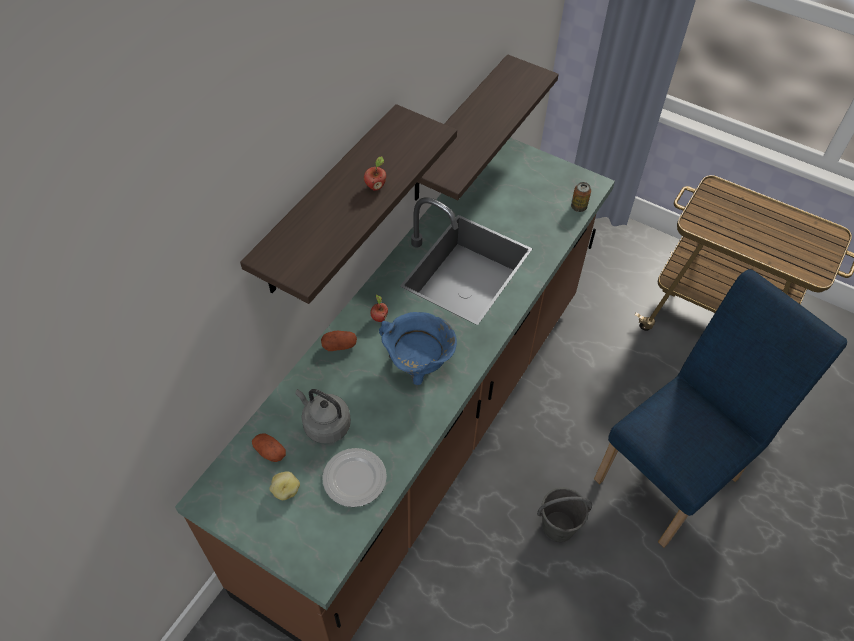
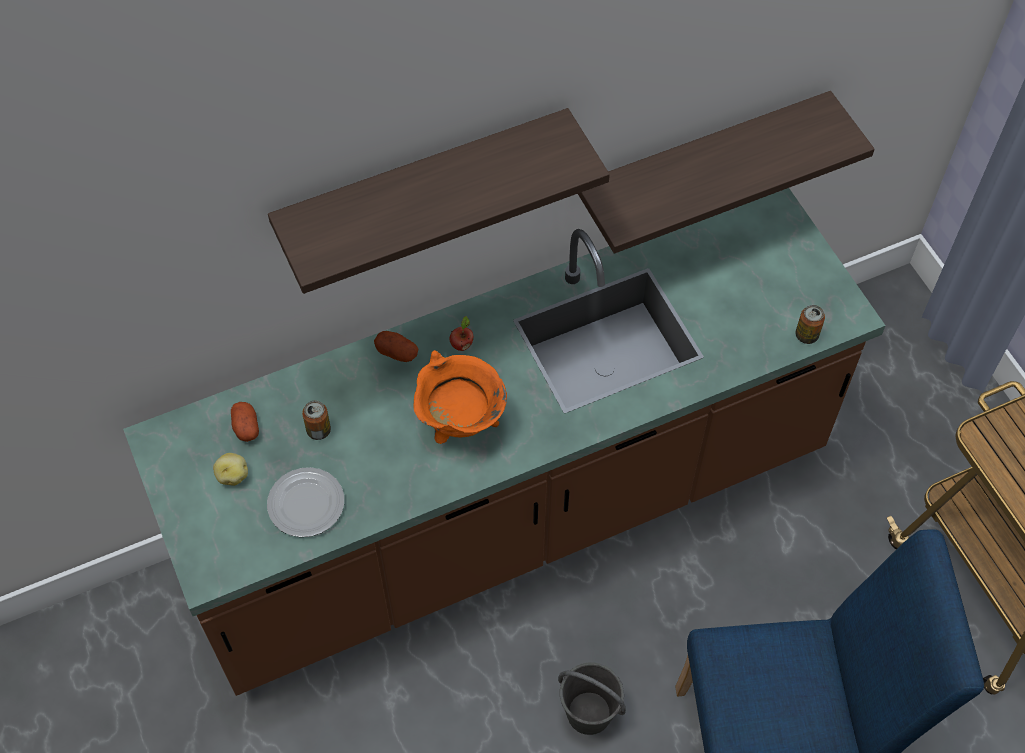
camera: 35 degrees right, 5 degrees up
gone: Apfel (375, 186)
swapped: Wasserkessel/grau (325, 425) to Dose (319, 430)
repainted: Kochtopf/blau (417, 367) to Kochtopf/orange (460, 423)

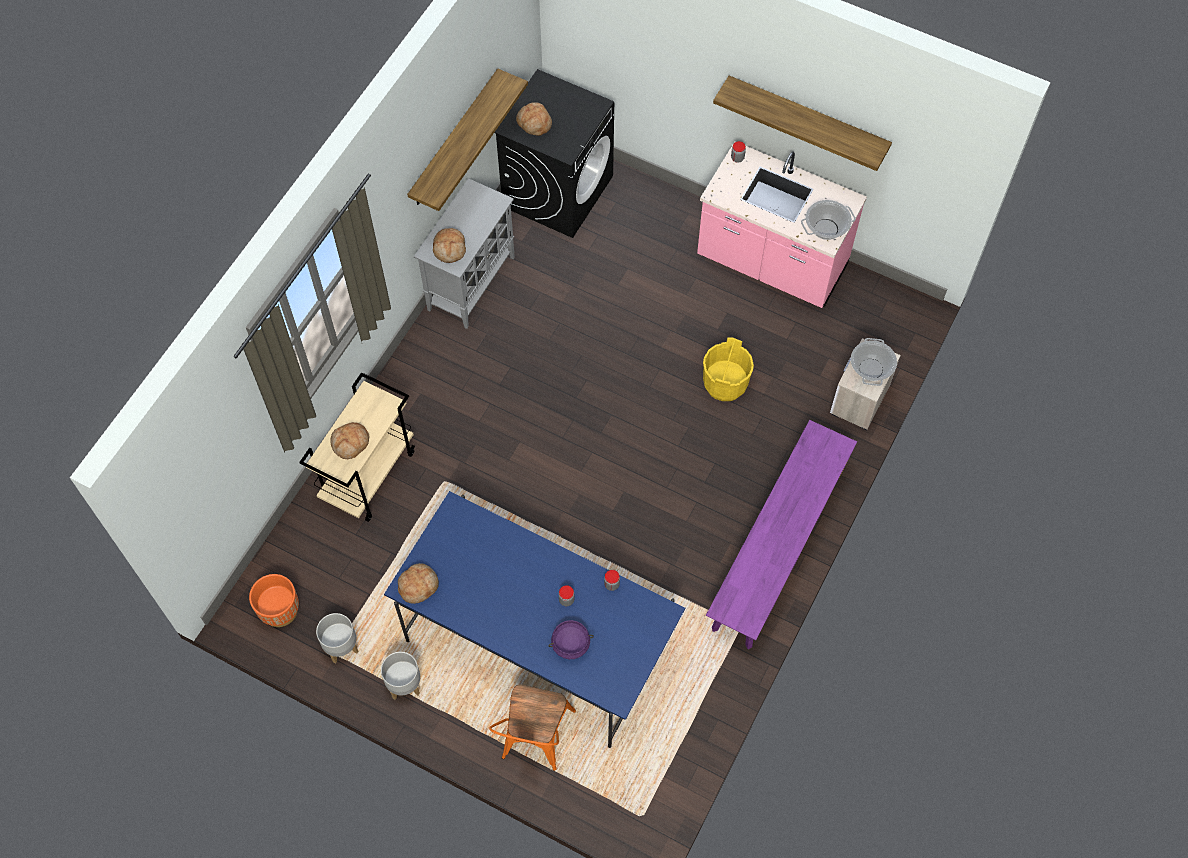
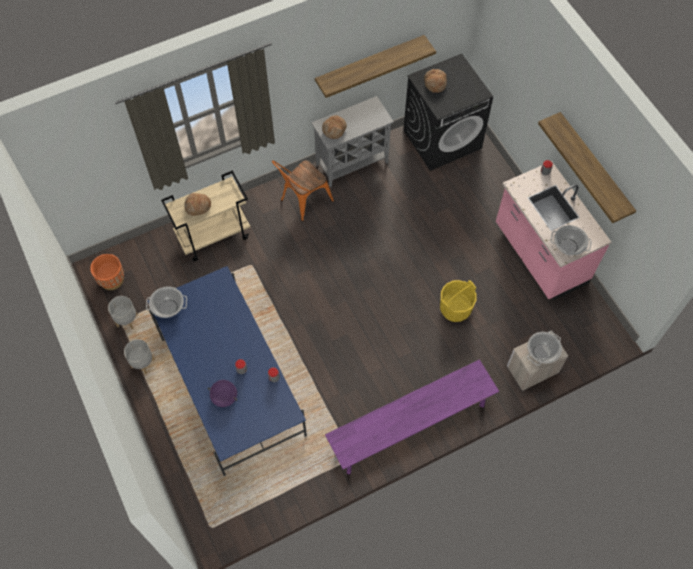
camera: 35 degrees right, 0 degrees up
shifted: Stuhl/orange (534, 740) to (303, 202)
swapped: Brot (418, 585) to Kochtopf (168, 307)

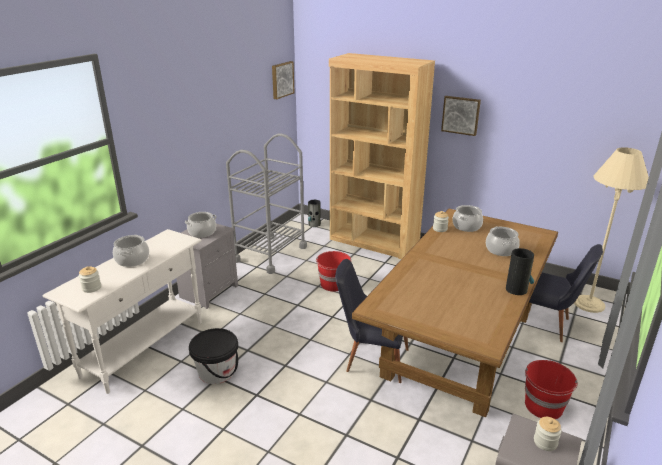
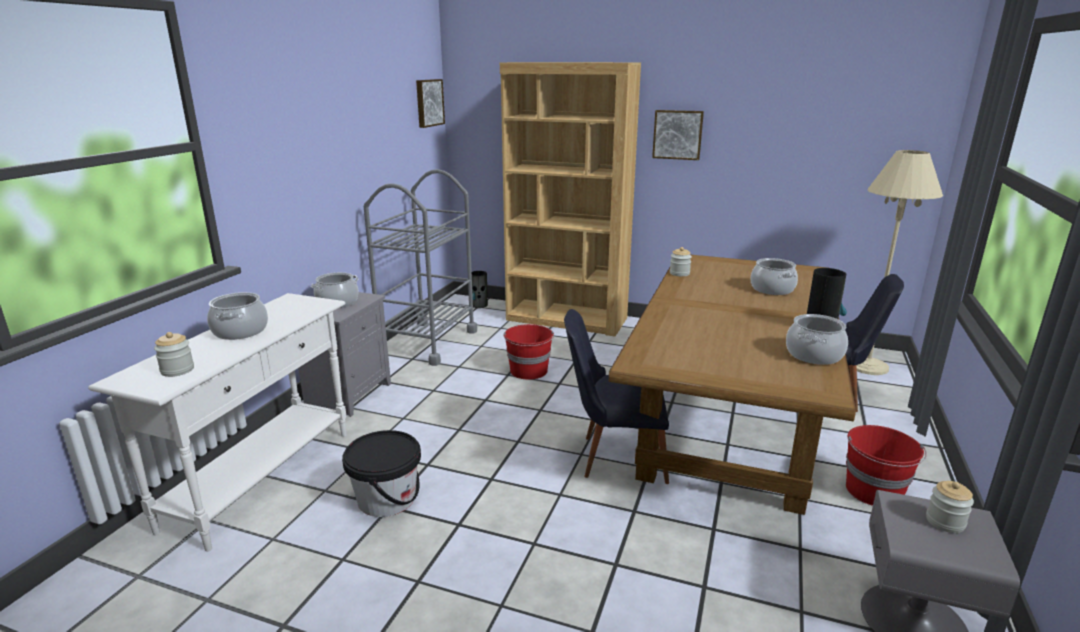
camera: 10 degrees left, 5 degrees down
shifted: Kochtopf (466, 226) to (813, 355)

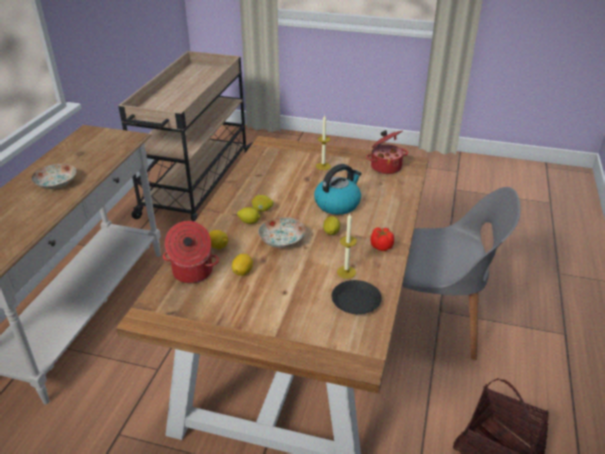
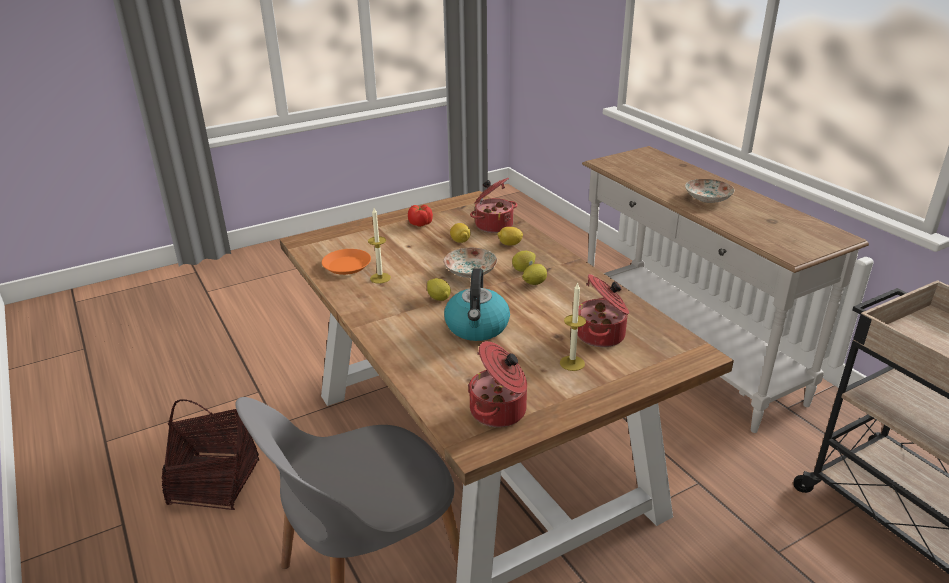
camera: 135 degrees right, 5 degrees down
new: Kochtopf (602, 335)
shifted: Tomate (381, 246) to (420, 224)
repainted: Teller/schwarz (355, 301) to Teller/orange (347, 265)

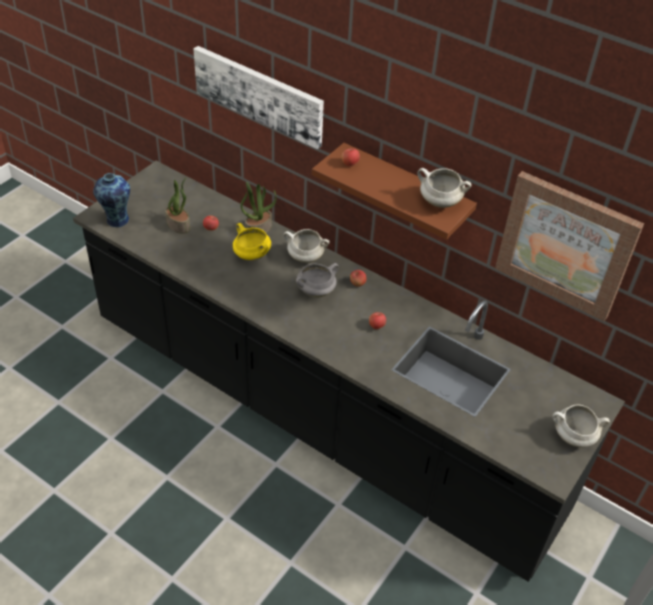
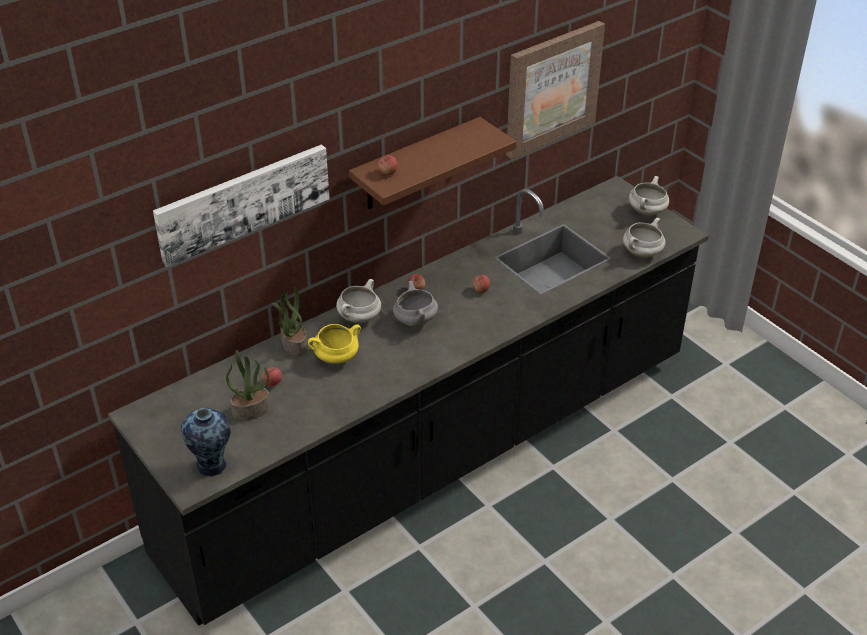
camera: 70 degrees left, 5 degrees down
shifted: Kochtopf/weiß (439, 202) to (642, 253)

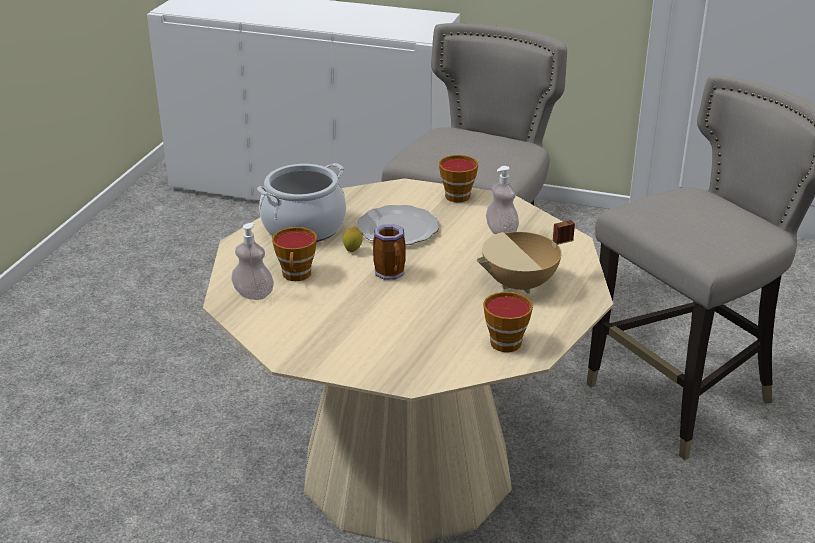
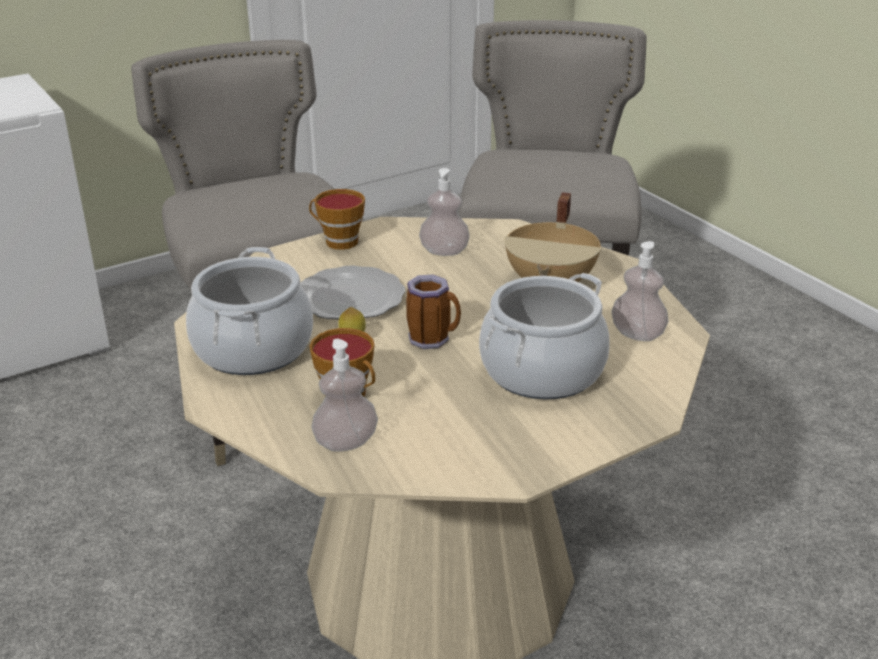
camera: 50 degrees left, 0 degrees up
new: Kochtopf (541, 370)
swapped: Tasse (504, 340) to Seifenspender (637, 334)

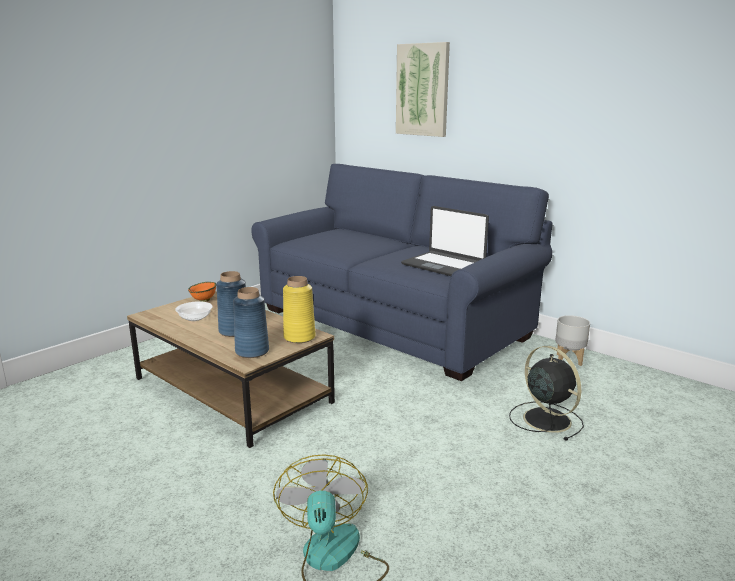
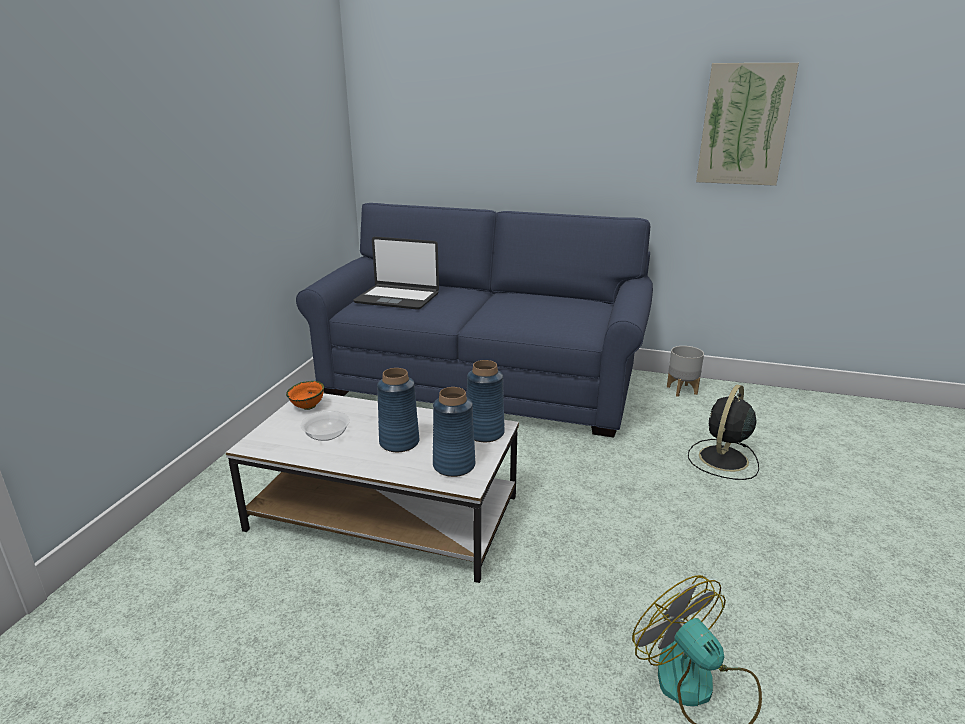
camera: 25 degrees left, 5 degrees up
shifted: Bild (422, 90) to (744, 125); Laptop (443, 265) to (397, 298)
repainted: Couchtisch/braun (233, 390) to Couchtisch/weiß (386, 513); Vase/gelb (299, 337) to Vase/blau (484, 433)
rotated: Ventilator/schwarz (545, 419) = (722, 459) 90 degrees counterclockwise

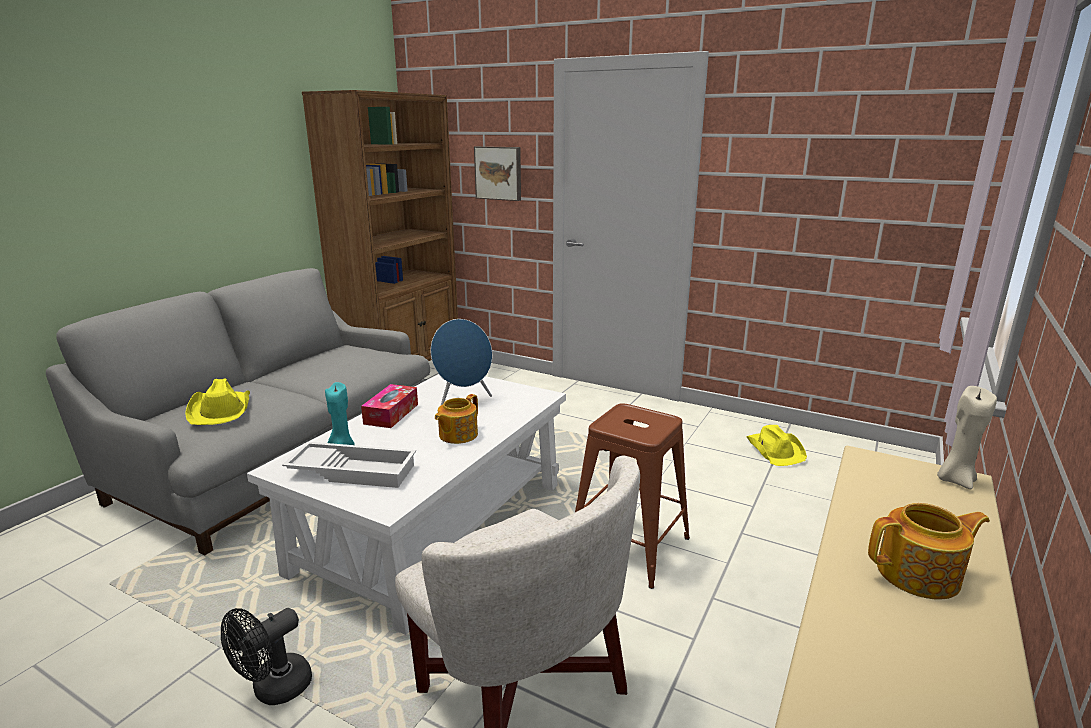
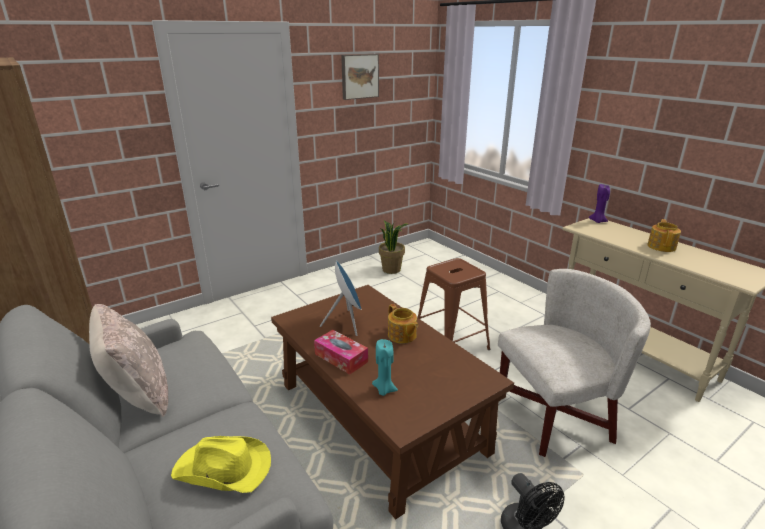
camera: 65 degrees left, 5 degrees up
gone: Tablett/weiß (354, 470)
new: Kissen/beige (138, 394)
shifted: Bild (499, 173) to (359, 76)
swapped: Hut/gelb (775, 450) to Topfpflanze (392, 269)
repainted: Couchtisch/weiß (433, 525) to Couchtisch/braun (379, 417); Kerze/beige (955, 480) to Kerze/lila (597, 221)

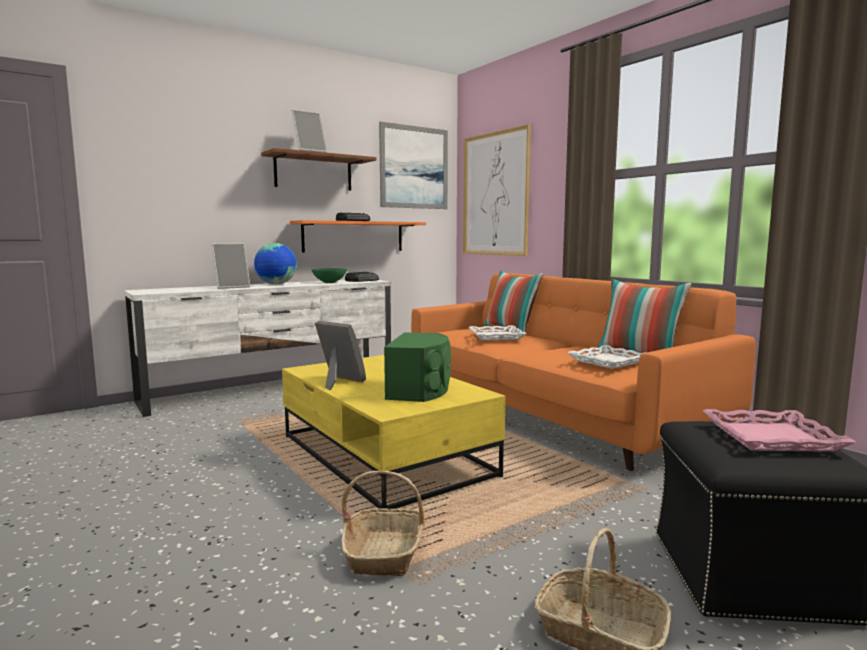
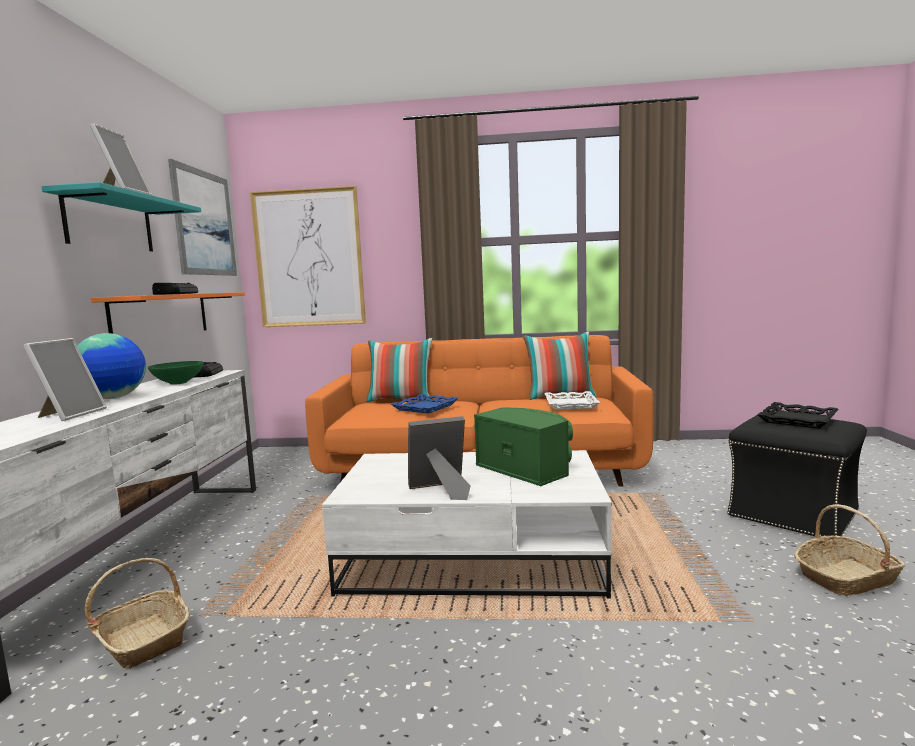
camera: 50 degrees left, 0 degrees up
shifted: Korb (385, 552) to (143, 640)
repainted: Wandregal/braun (313, 172) to Wandregal/türkis (110, 223); Couchtisch/gelb (386, 456) to Couchtisch/weiß (474, 558); Tablett/weiß (496, 336) to Tablett/blau (425, 407); Tablett/rosa (772, 438) to Tablett/schwarz (798, 420)

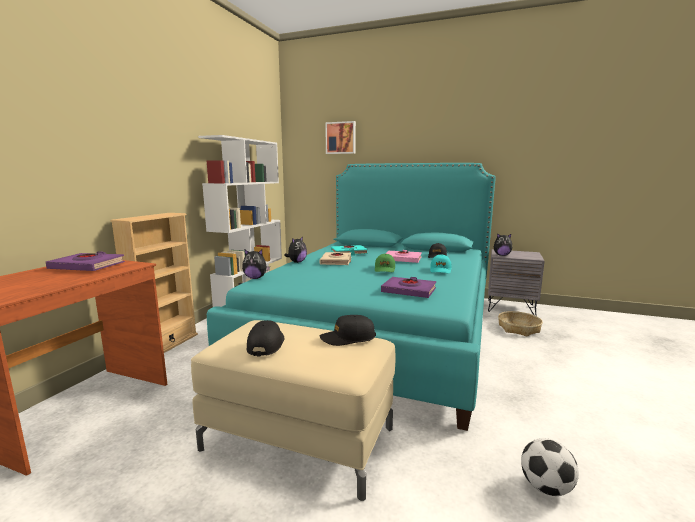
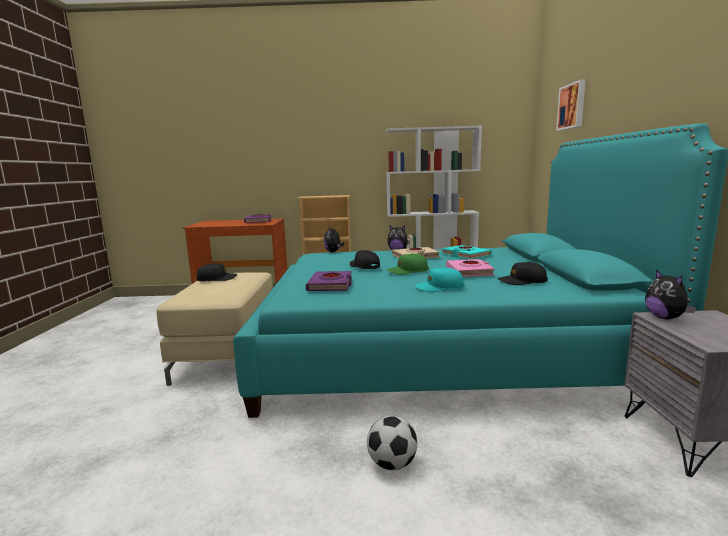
camera: 70 degrees right, 0 degrees up
gone: Korb (519, 328)
shifted: Kappe/schwarz (348, 338) to (364, 266); Fußball (546, 487) to (392, 464)

